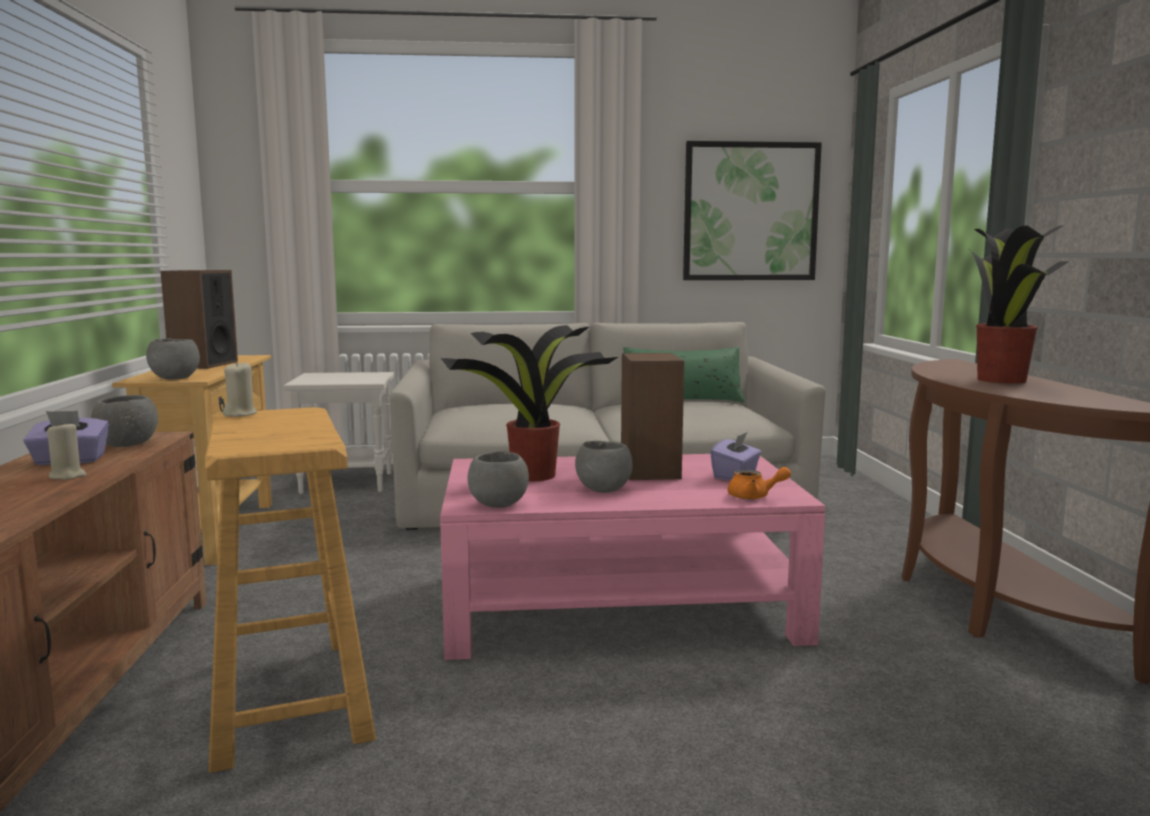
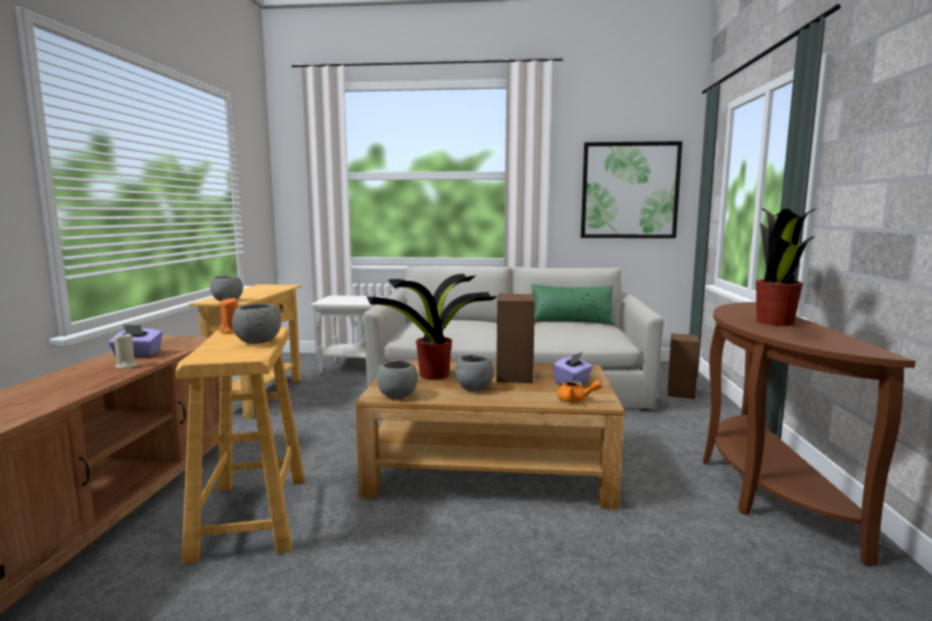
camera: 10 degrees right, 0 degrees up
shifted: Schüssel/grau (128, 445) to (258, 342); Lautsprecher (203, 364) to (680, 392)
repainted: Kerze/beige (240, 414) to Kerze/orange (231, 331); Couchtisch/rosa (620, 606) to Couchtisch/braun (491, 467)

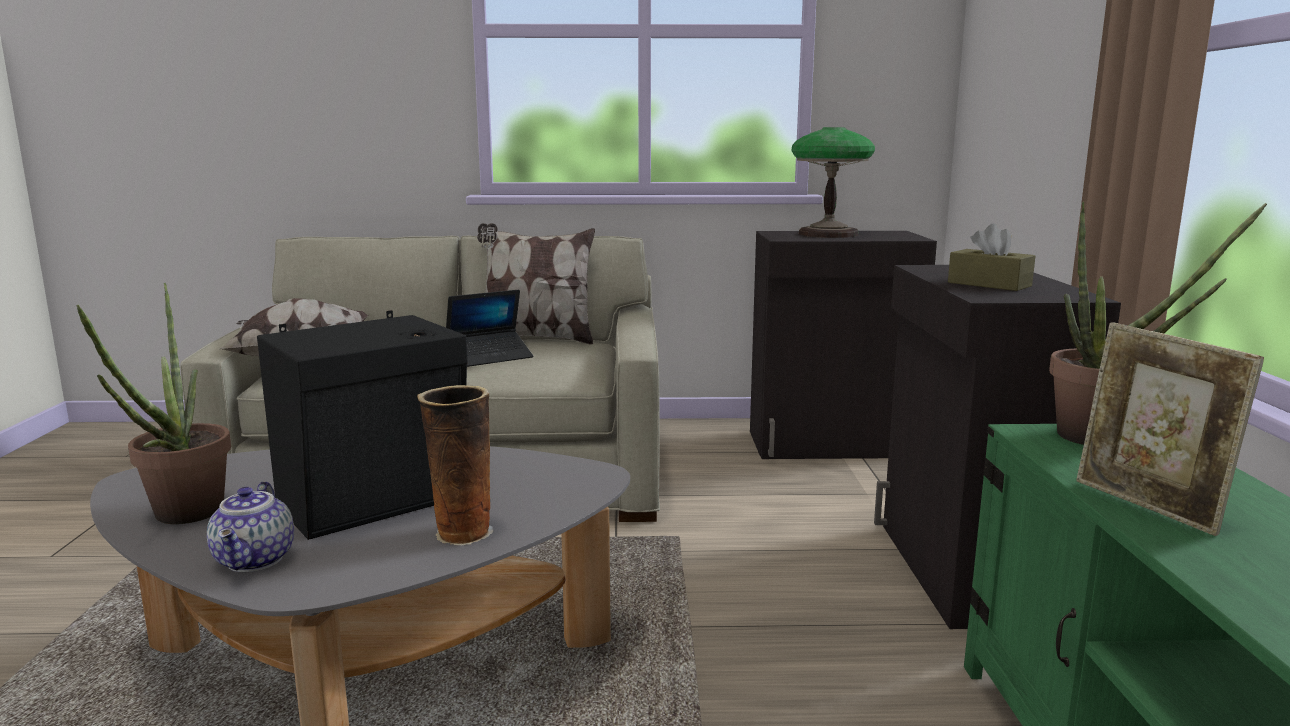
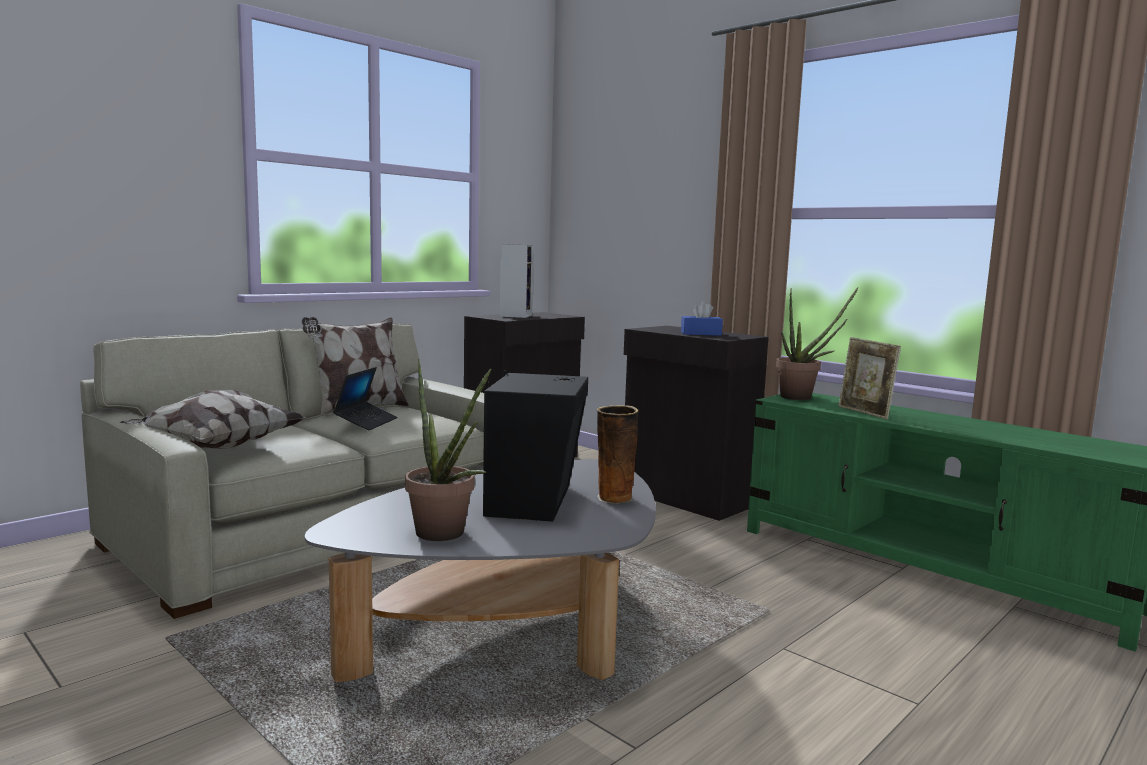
camera: 45 degrees left, 5 degrees down
gone: Teekanne (256, 560)
swapped: Tischlampe (828, 234) to Lautsprecher (515, 315)
repainted: Taschentuchbox/braun (989, 284) to Taschentuchbox/blau (701, 334)
rotated: Bilderrahmen (1148, 506) = (864, 413) 45 degrees clockwise

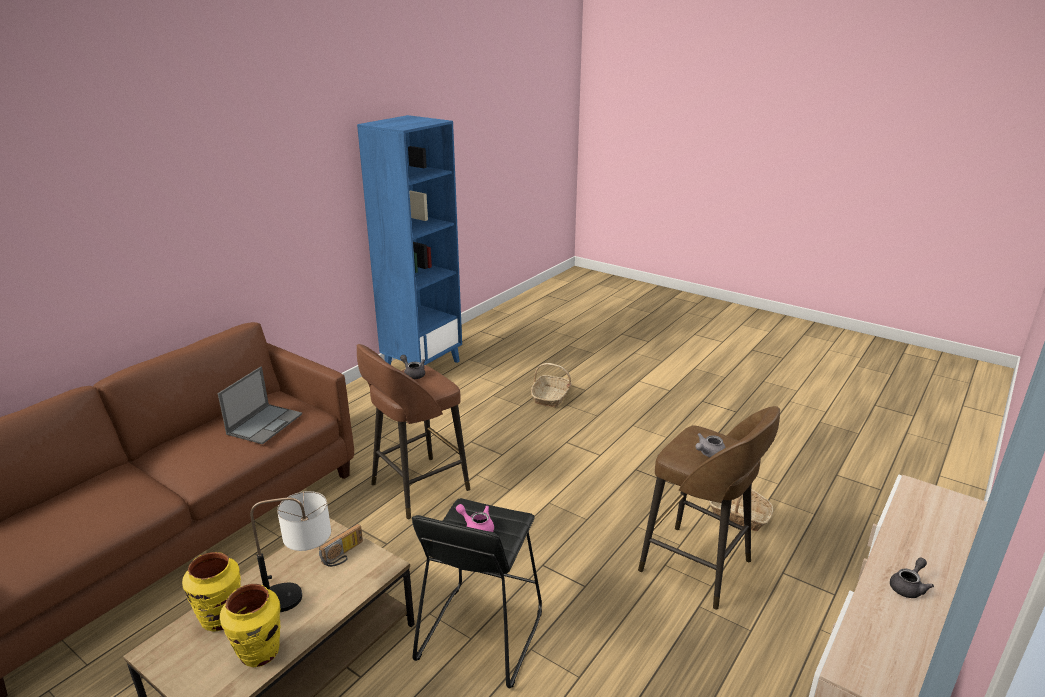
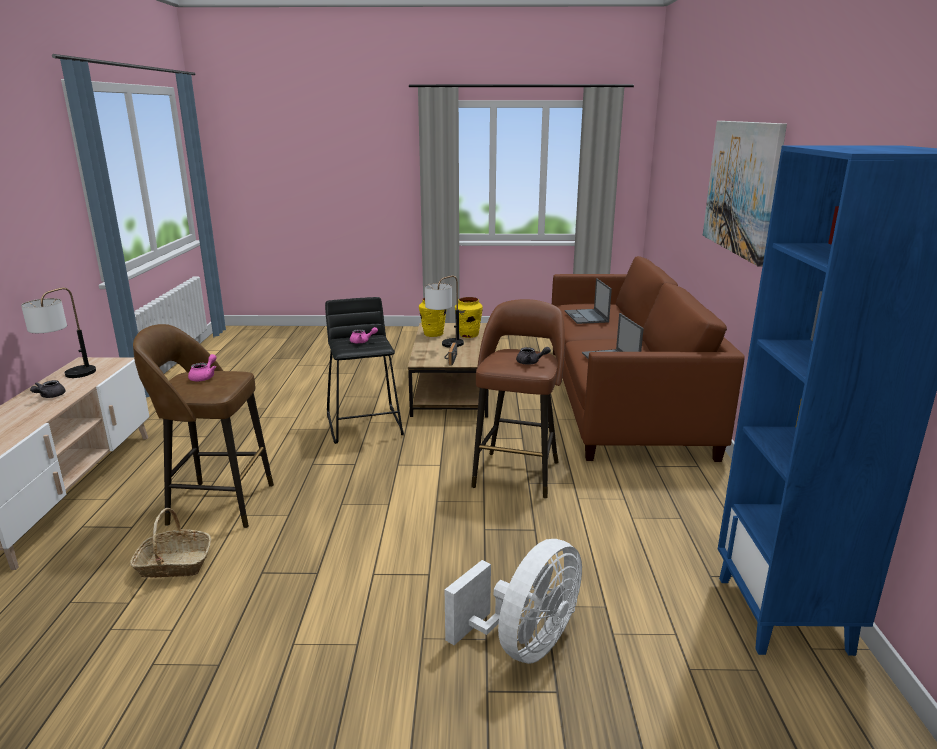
camera: 145 degrees right, 5 degrees down
new: Tischlampe (68, 377); Laptop (586, 317); Bild (741, 187)
swapped: Korb (551, 397) to Ventilator/weiß (524, 644)
repainted: Teekanne/grau (708, 453) to Teekanne/rosa (204, 377)

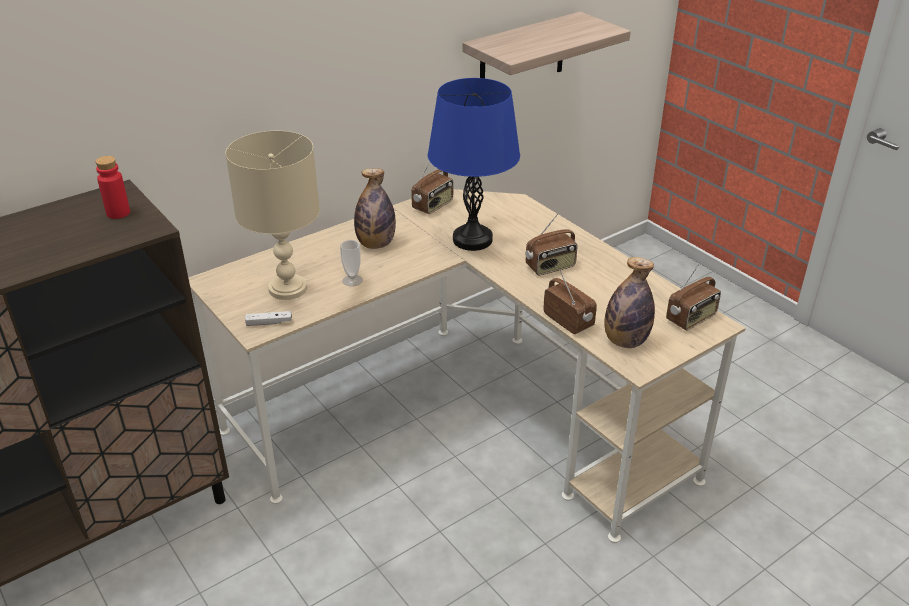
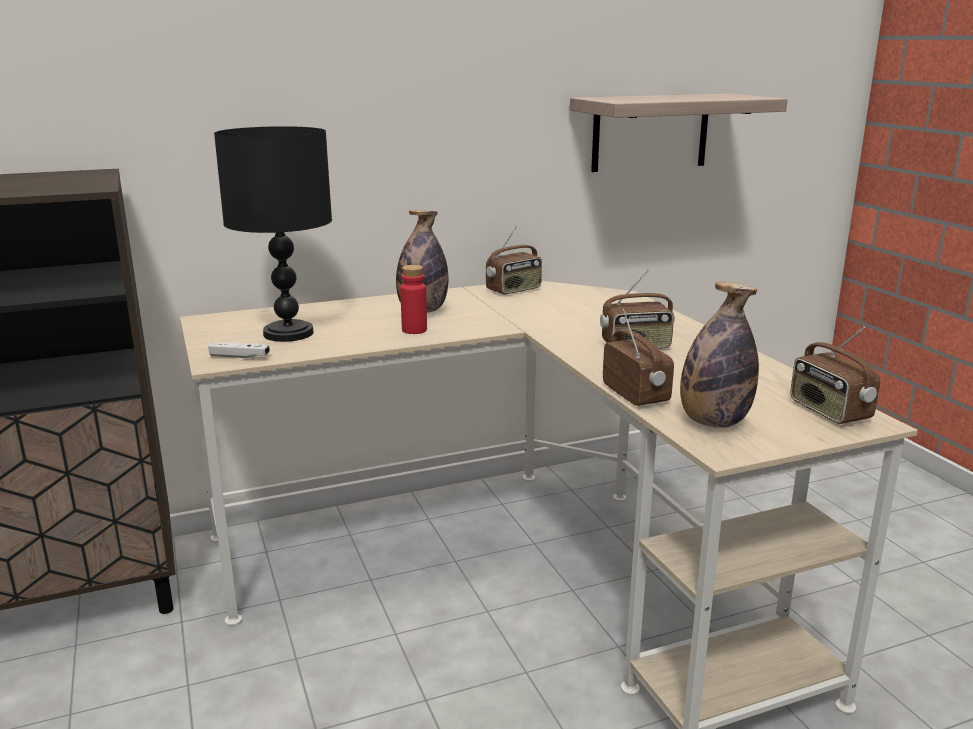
camera: 15 degrees right, 15 degrees down
gone: Tasse (352, 280); Tischlampe/blau (472, 240)
shifted: Flasche/rot (118, 213) to (414, 330)
repainted: Tischlampe/beige (287, 288) to Tischlampe/schwarz (287, 333)
rotated: Radio (691, 319) = (828, 411) 90 degrees clockwise

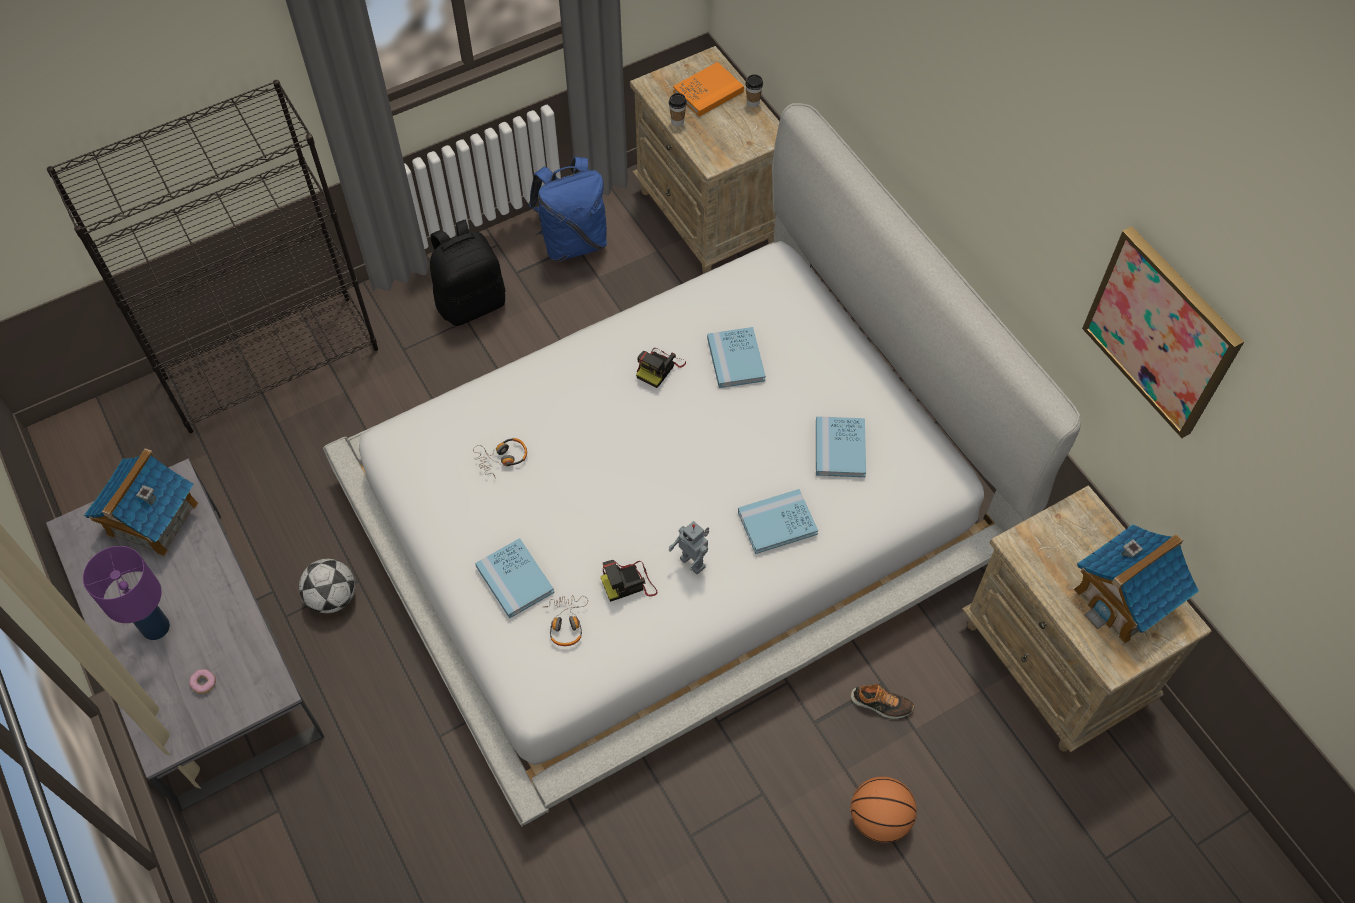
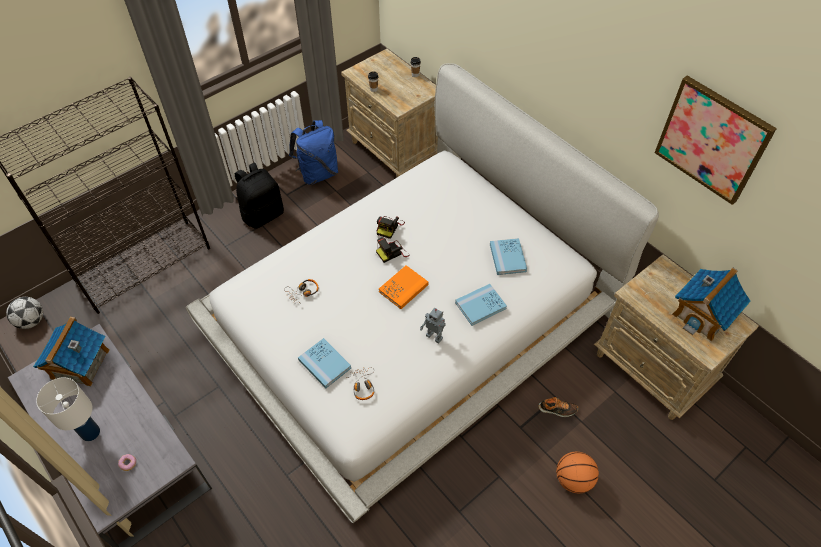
camera: 10 degrees left, 5 degrees down
gone: Buch/blau (735, 359)
shifted: Fußball (333, 597) to (32, 321); Kamera (629, 583) to (392, 252); Buch/orange (708, 91) to (403, 288)
repainted: Tischlampe/lila (155, 627) to Tischlampe/weiß (90, 432)

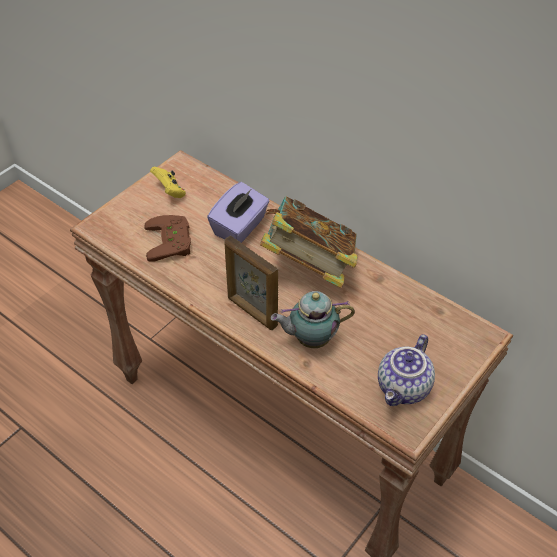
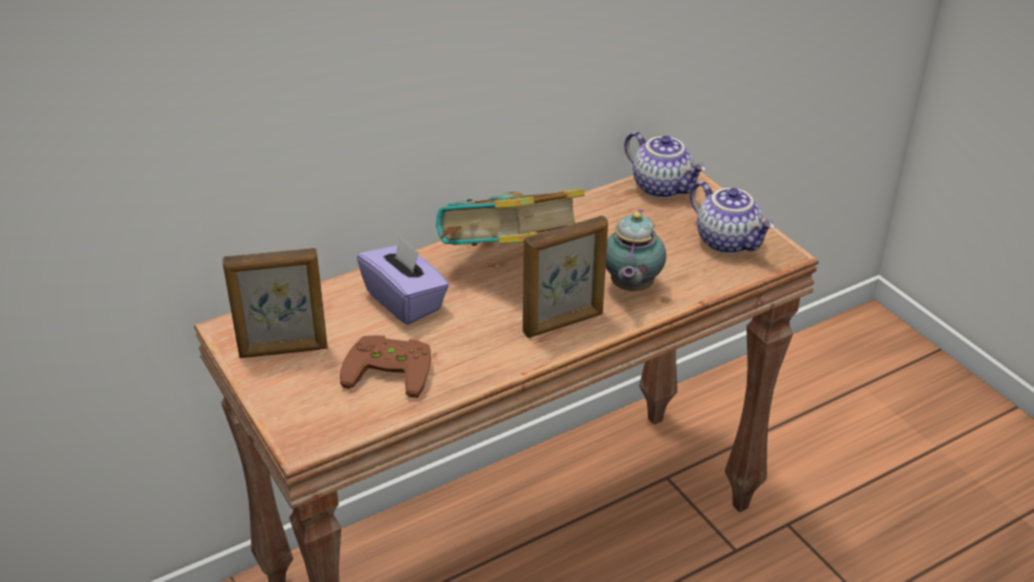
camera: 70 degrees left, 10 degrees down
new: Teekanne (663, 187)
swapped: Gamepad/gelb (170, 192) to Bilderrahmen (284, 351)

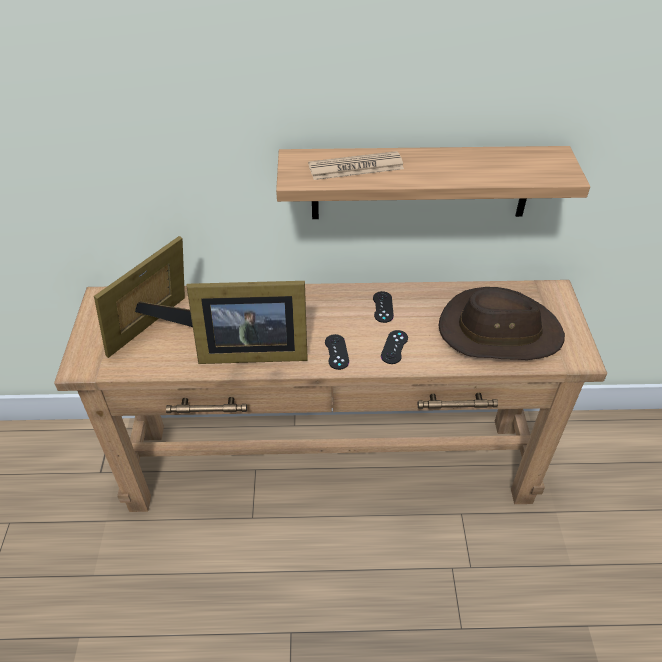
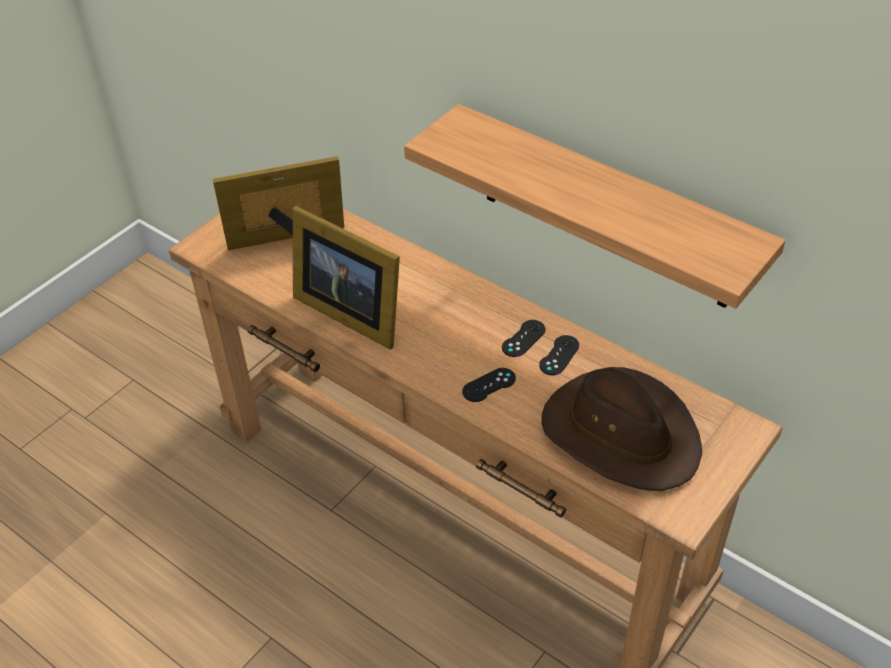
camera: 40 degrees right, 0 degrees up
gone: Zeitung (356, 167)
shifted: Gamepad/schwarz (336, 352) to (559, 355)

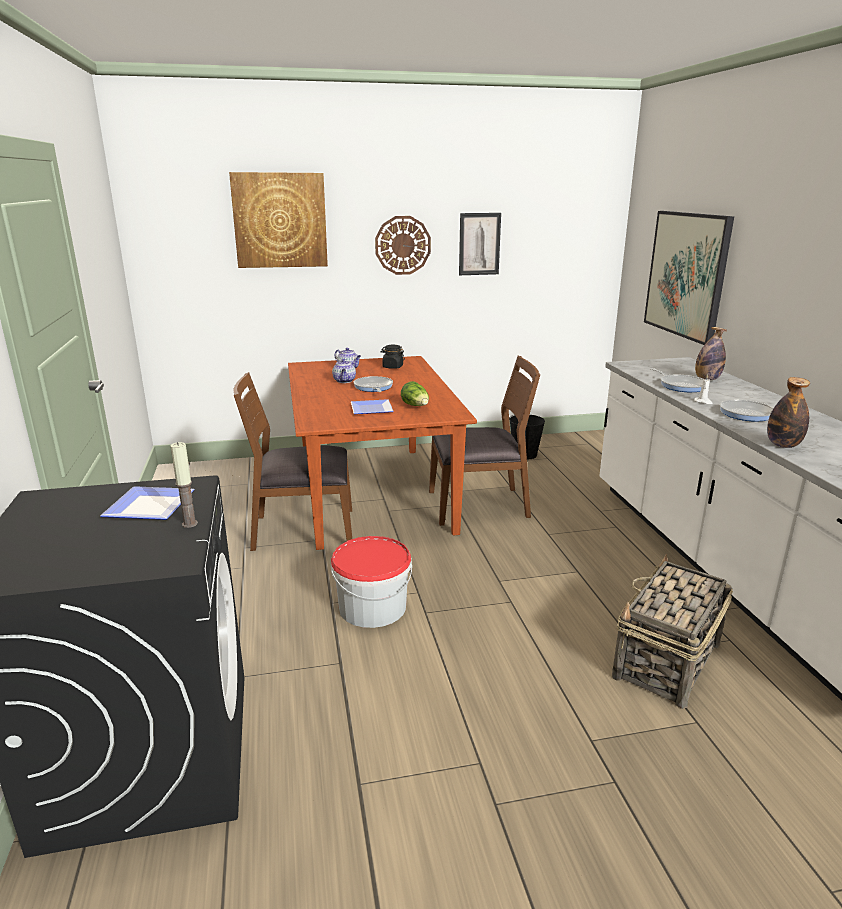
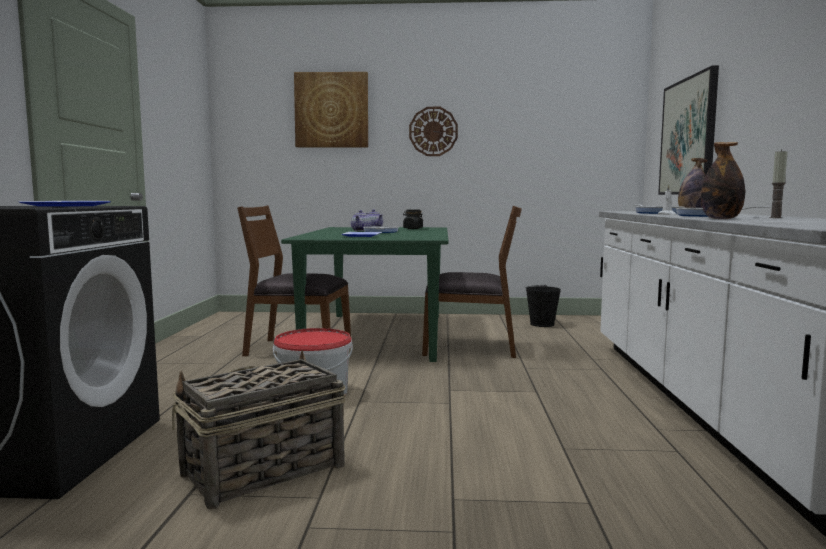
camera: 15 degrees right, 15 degrees down
gone: Salatkopf (416, 406); Bild (479, 244)
shifted: Kerze (189, 524) to (776, 218); Korb (666, 662) to (261, 471)
repainted: Esstisch/braun (374, 493) to Esstisch/grün (379, 335)

